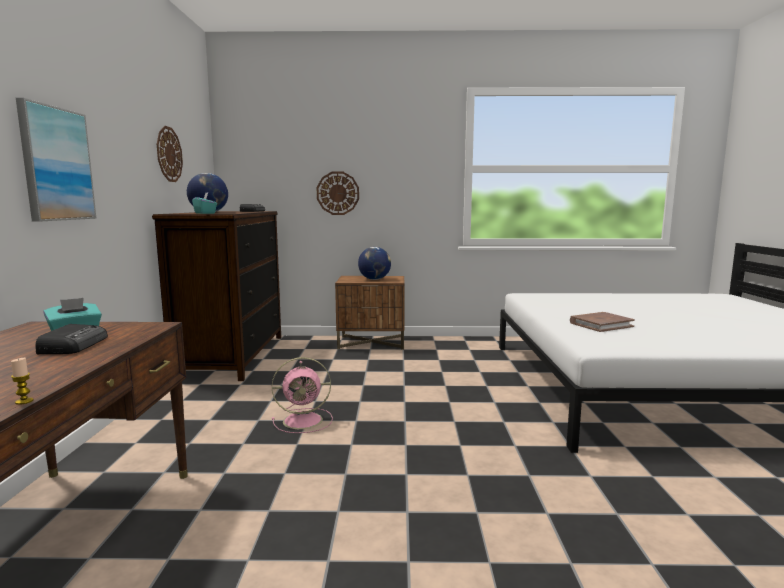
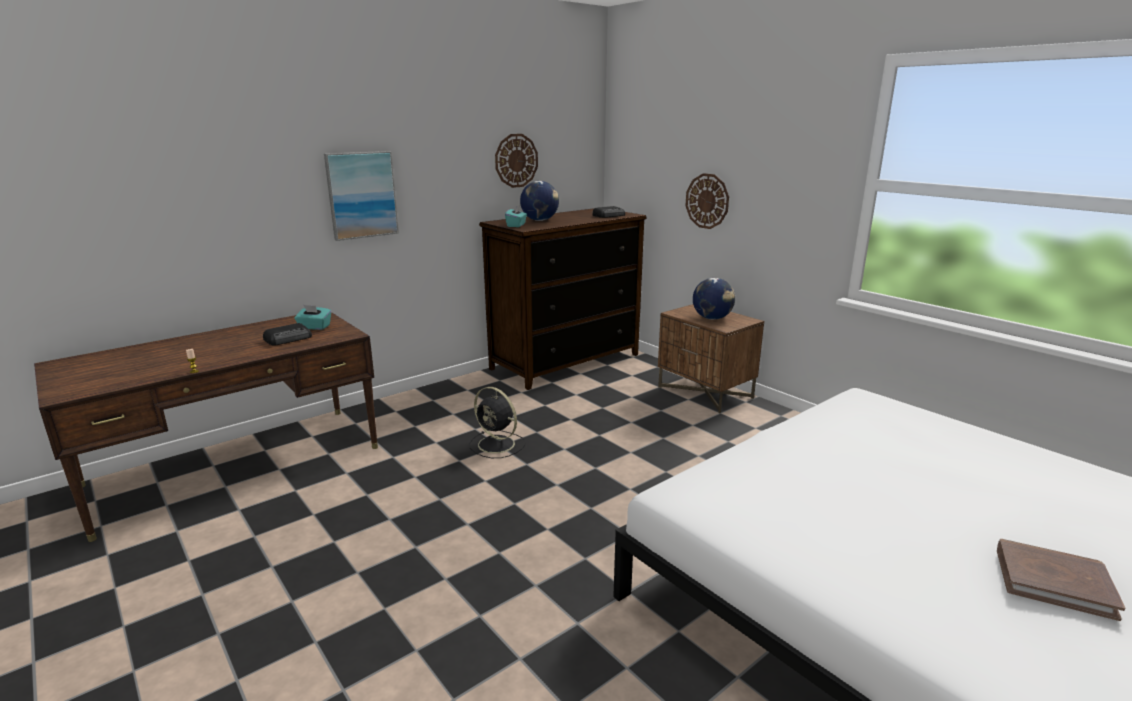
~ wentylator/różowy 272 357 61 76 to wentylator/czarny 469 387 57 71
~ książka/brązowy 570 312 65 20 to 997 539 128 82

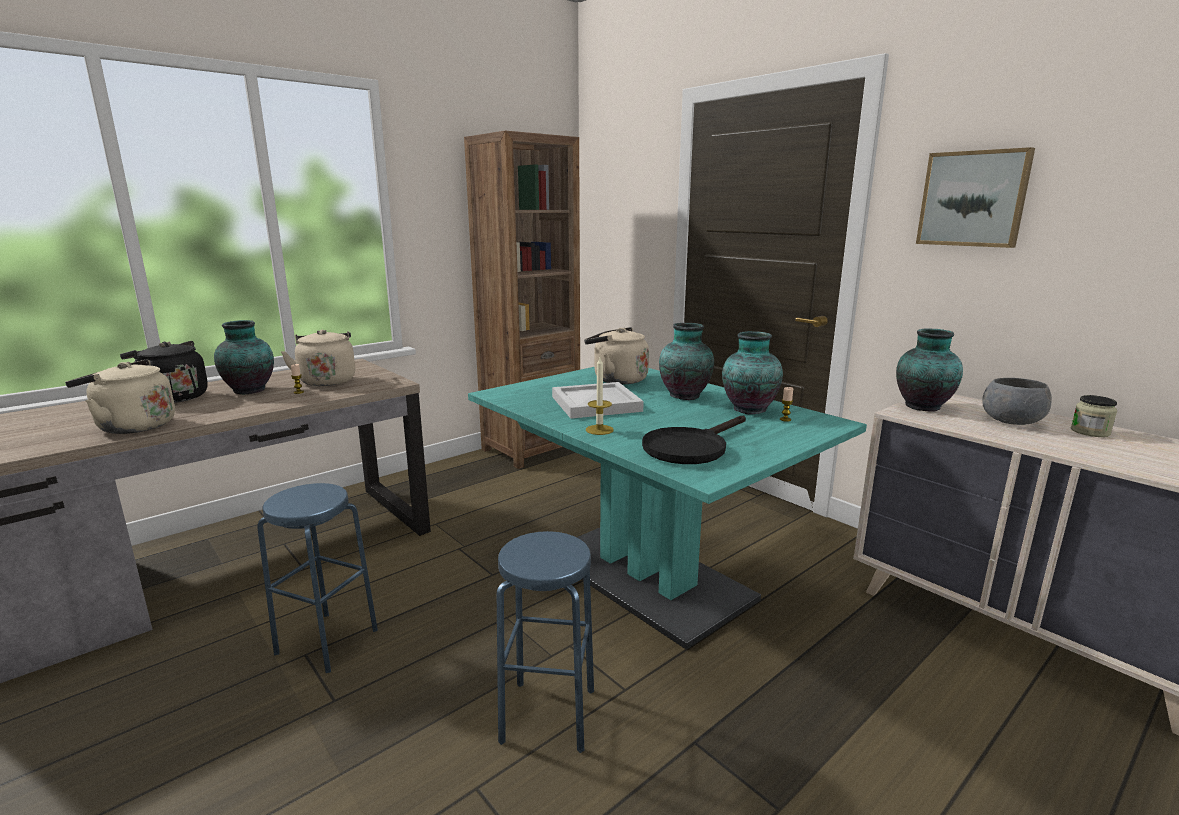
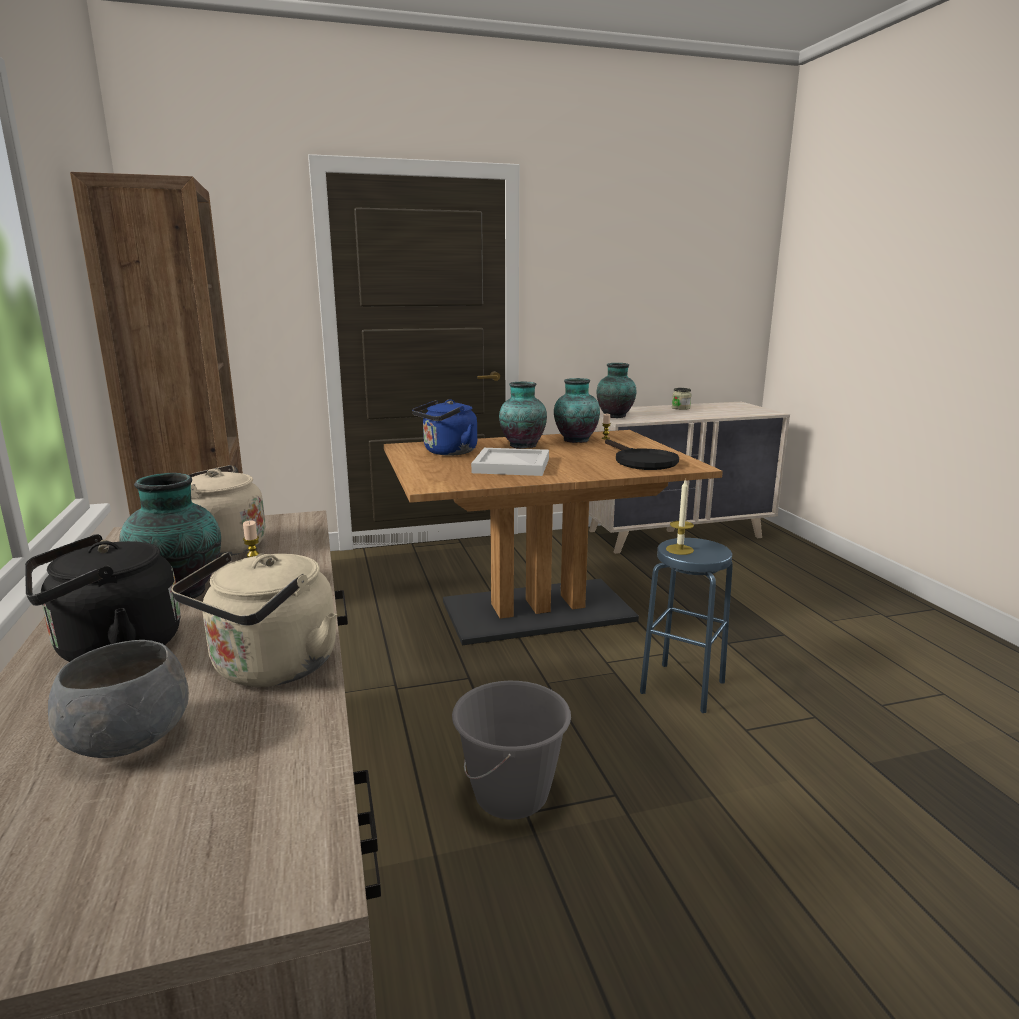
~ stołek/niebieski 257 483 121 190 to wiadro/szary 452 681 119 139
~ stół jadalny/turkusowy 468 367 399 283 to stół jadalny/brązowy 384 430 339 215
~ czajnik/beżowy 584 327 65 58 to czajnik/niebieski 412 399 65 57
~ świeca 586 357 28 78 to 666 479 28 76
- obraz 916 147 119 101
~ miska/szary 982 378 70 47 to 48 640 141 118

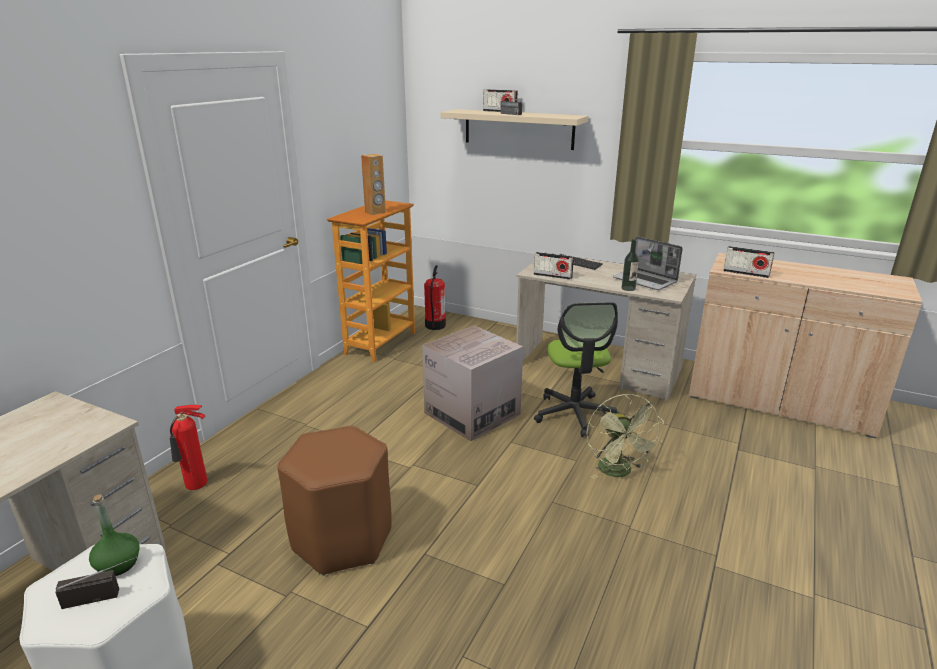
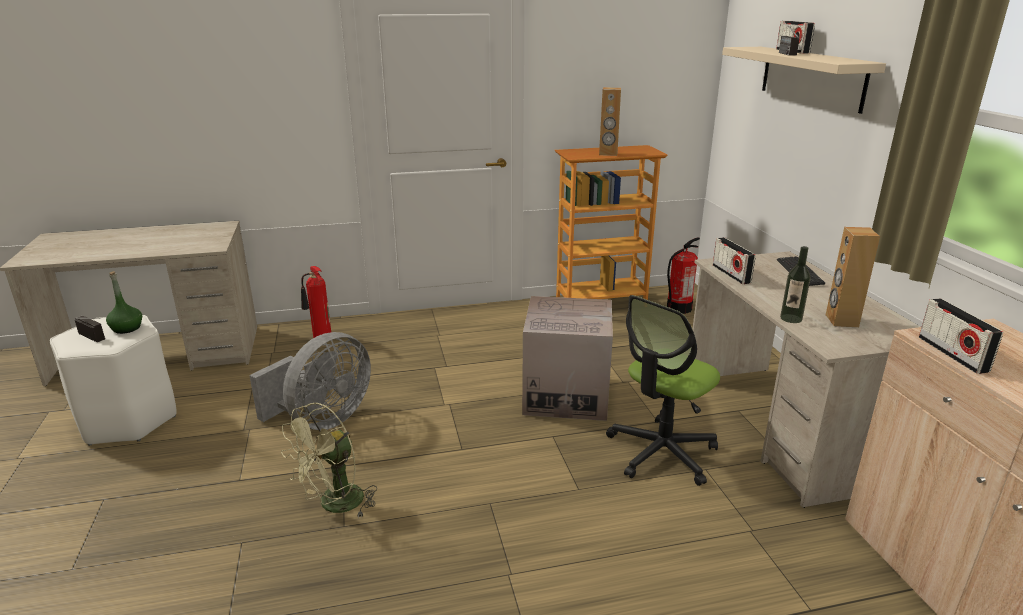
~ stołek/brązowy 277 426 115 150 to wentylator/szary 249 332 122 98
~ wentylator/zielony 586 394 78 85 to 281 403 96 115
~ laptop 613 236 70 54 to głośnik/brązowy 826 227 54 100

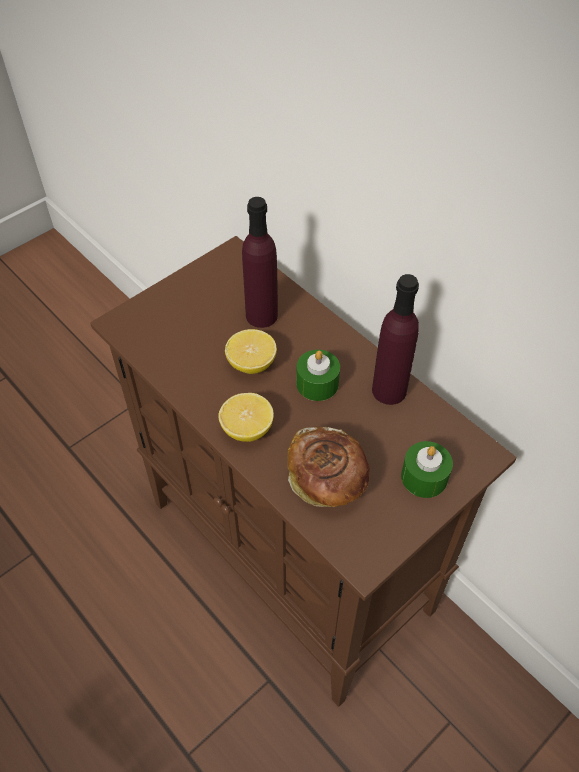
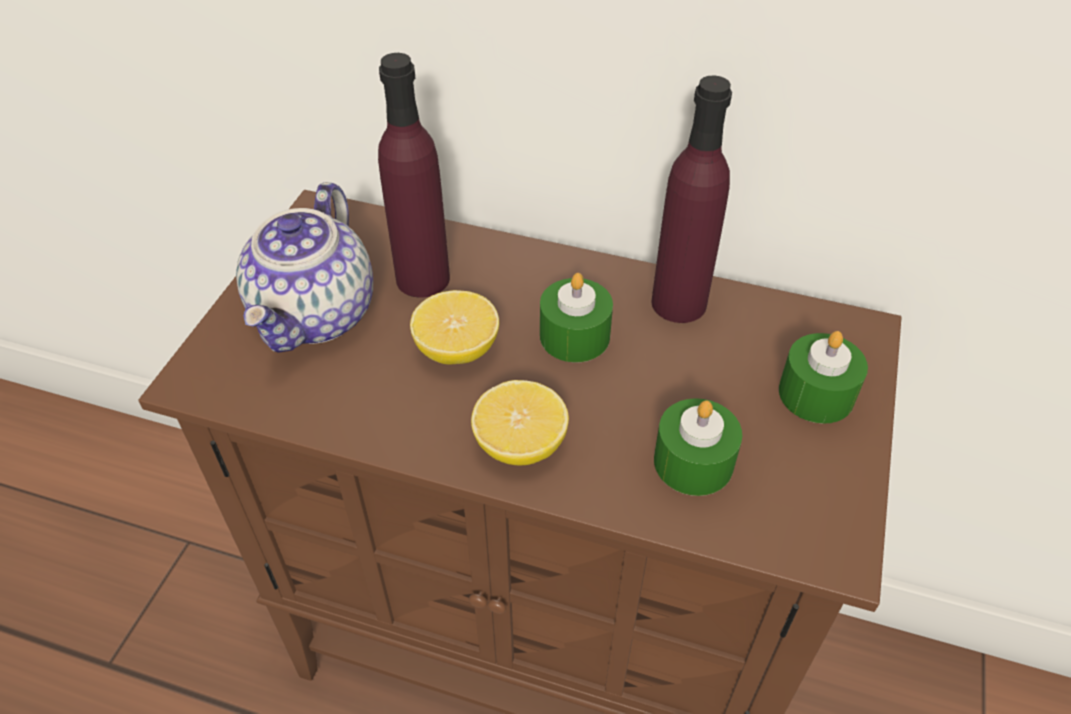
~ chleb 288 427 82 80 to świeca/zielony 654 398 88 98
+ imbryk 236 182 137 171

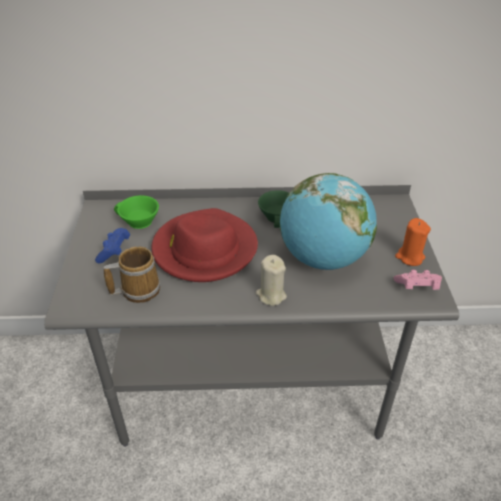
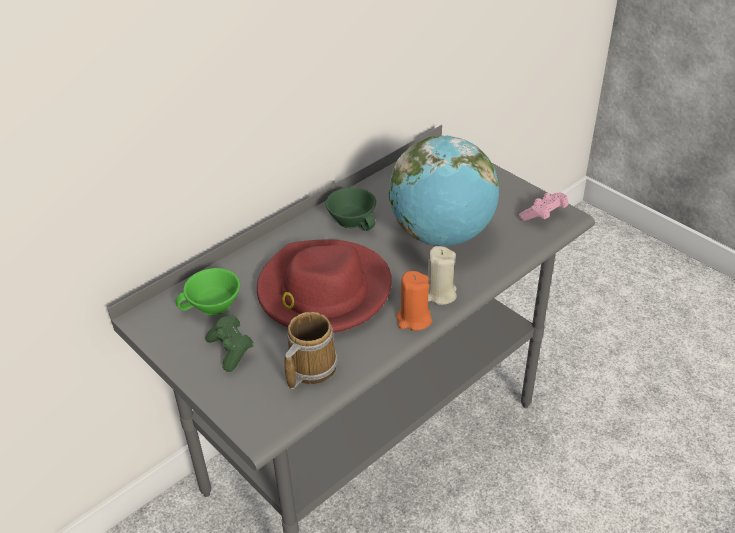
~ pad do gier/niebieski 95 228 35 35 to pad do gier/zielony 205 315 49 57
~ świeca/pomarańczowy 395 218 36 48 to 396 271 36 60

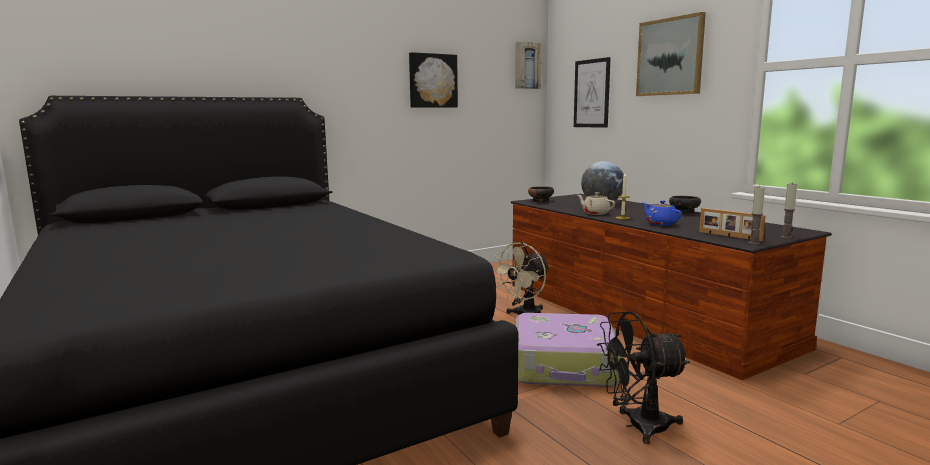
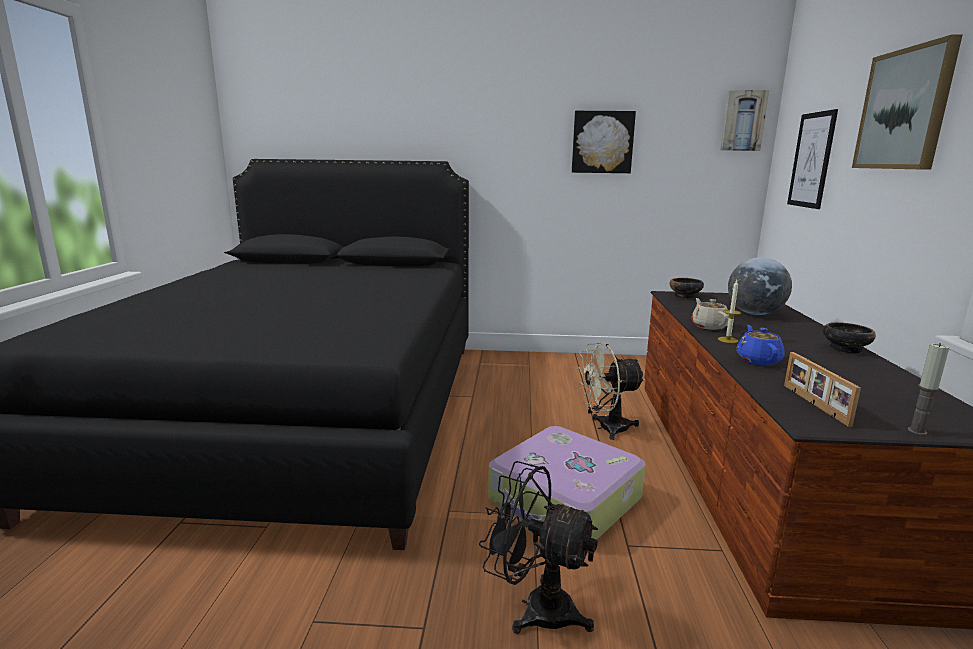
- świeca 749 186 16 58

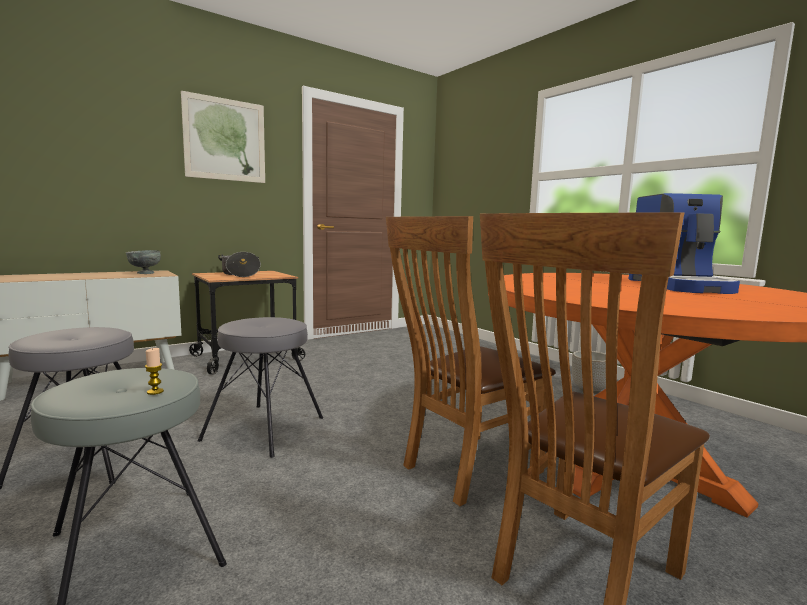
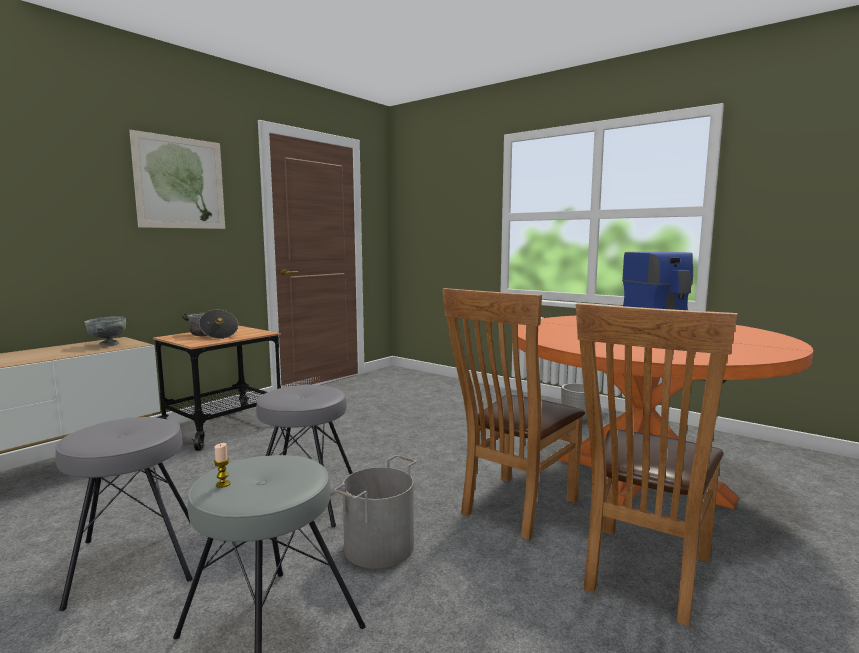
~ świeca 145 348 19 47 to 214 443 17 45
+ wiadro/szary 334 455 83 114

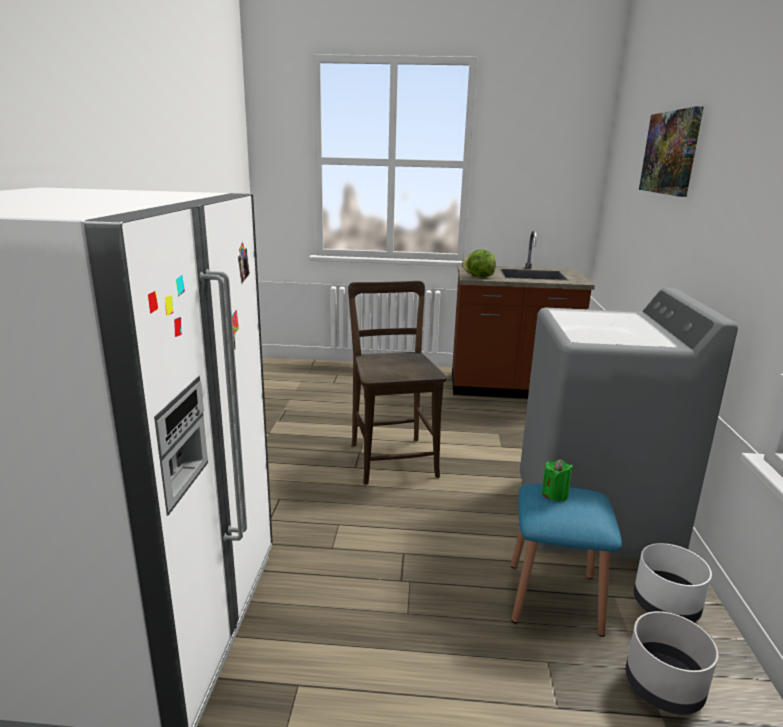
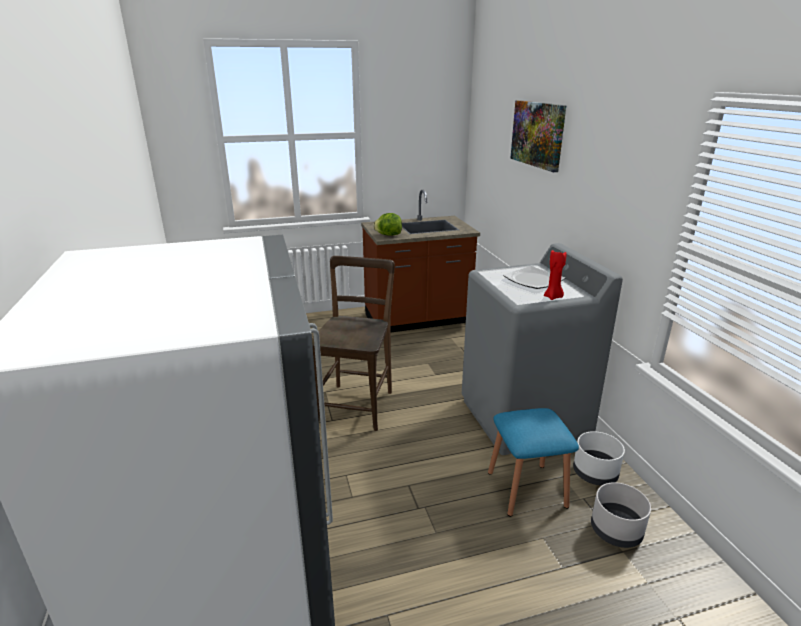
~ krzesło/brązowy 348 281 99 204 = 312 256 83 175 45 degrees clockwise
- świeca/zielony 542 460 31 41
+ talerz 503 266 62 23
+ świeca/czerwony 544 250 23 50

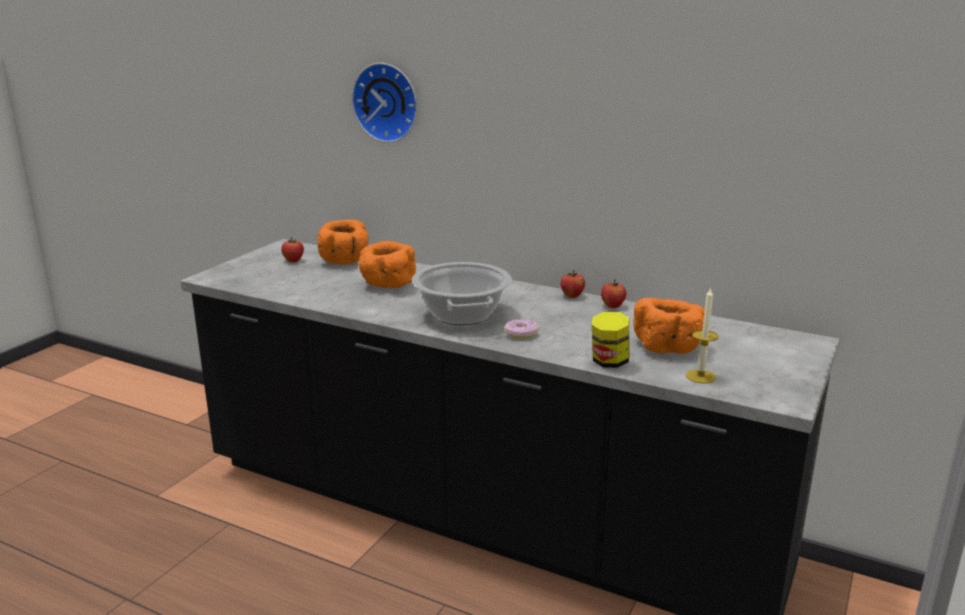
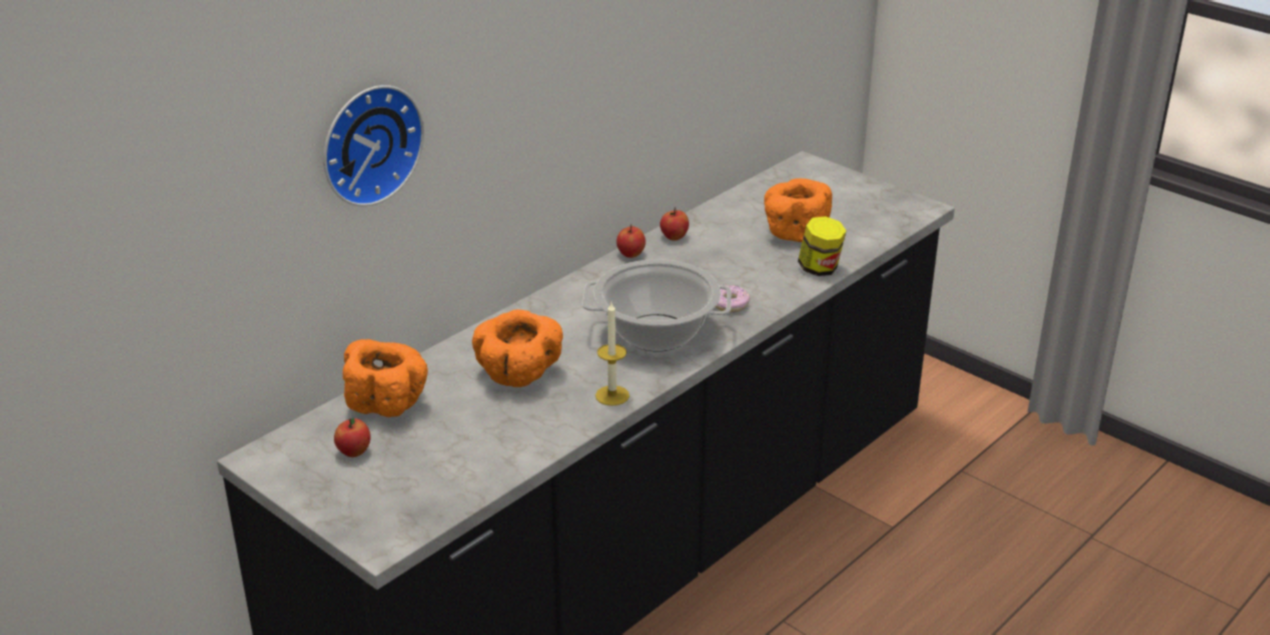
~ świeca 686 287 33 96 to 595 301 34 105

